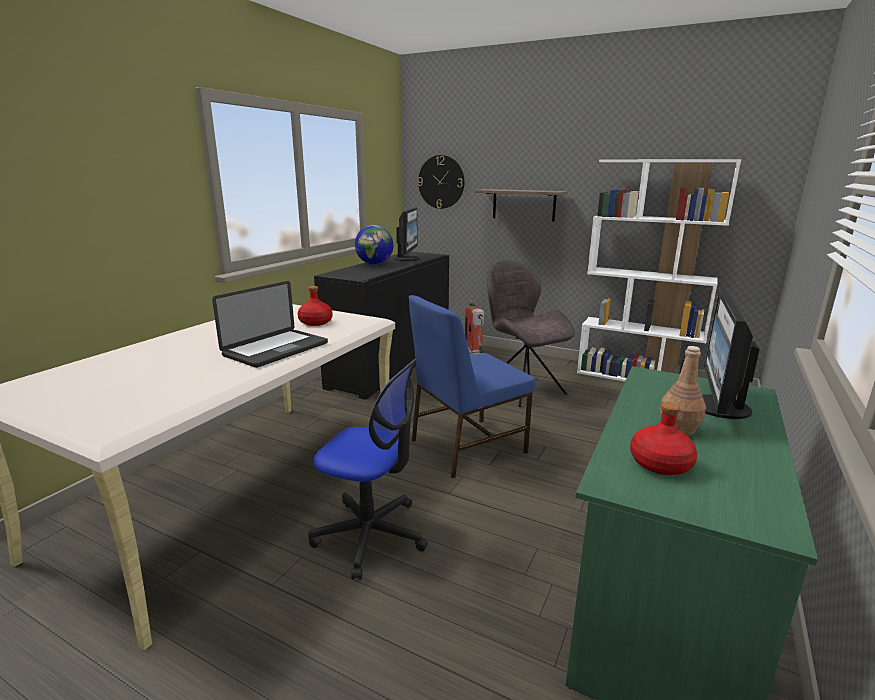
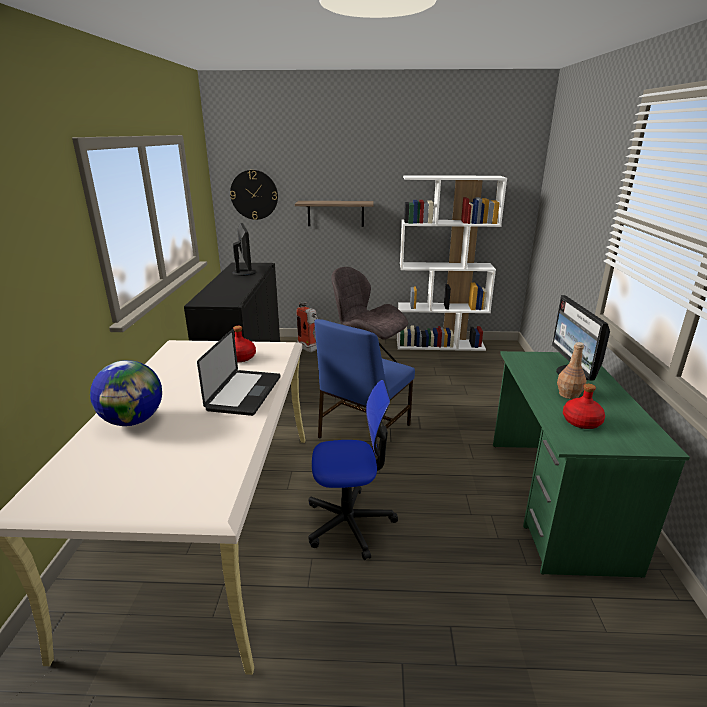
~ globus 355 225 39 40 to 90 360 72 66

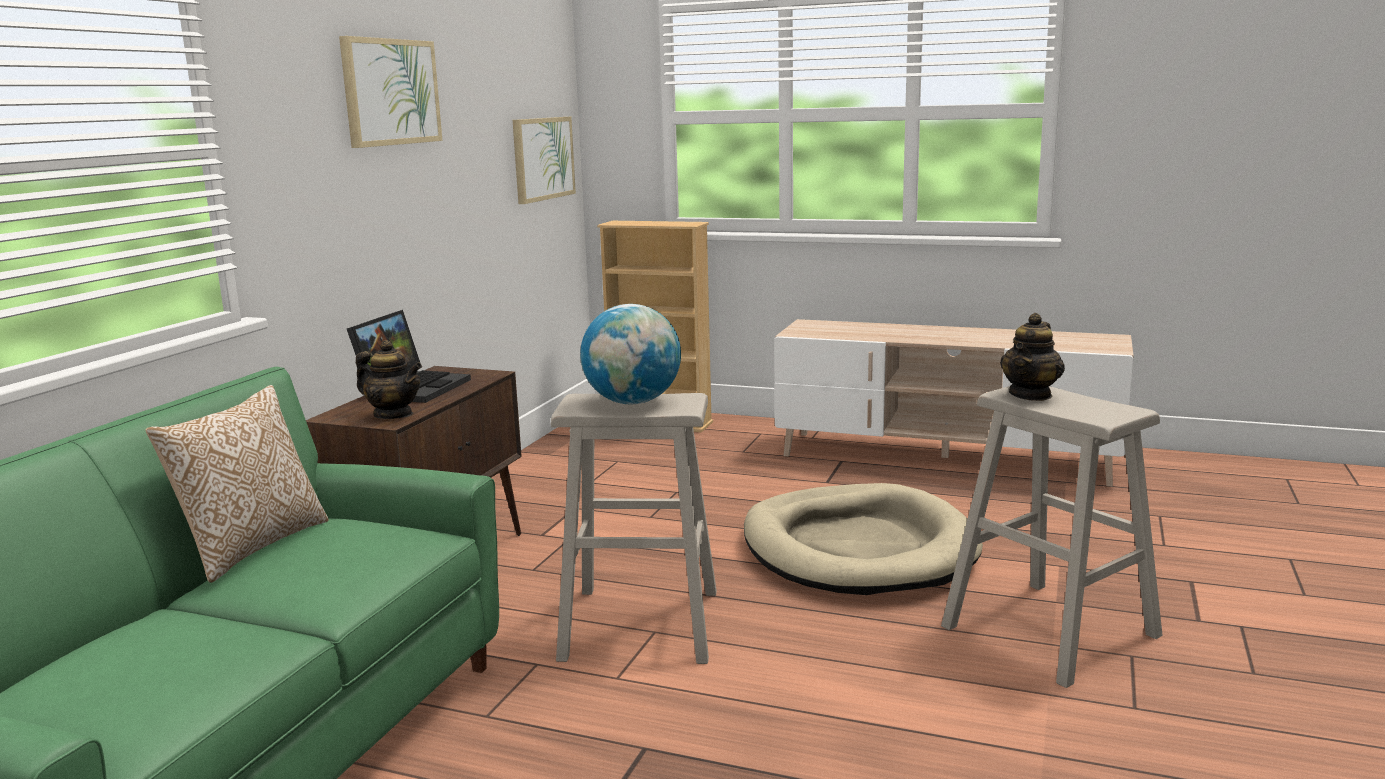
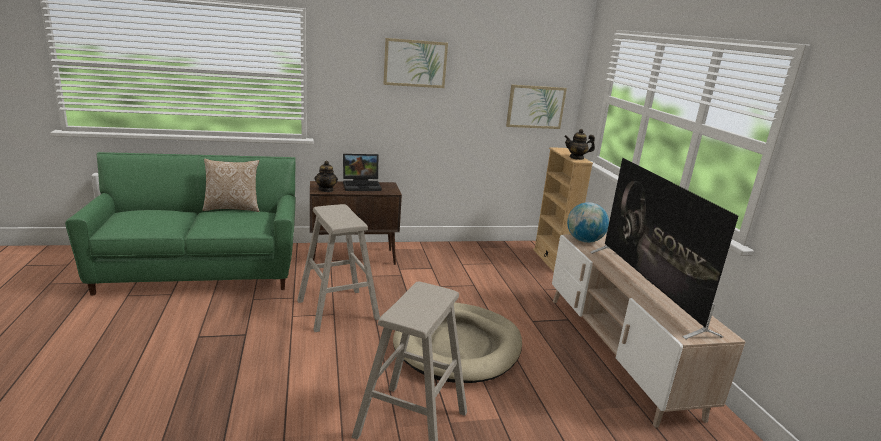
~ globus 580 304 101 100 to 567 202 42 41
~ imbryk 1000 313 65 88 to 564 129 31 31
+ telewizor 591 158 147 181

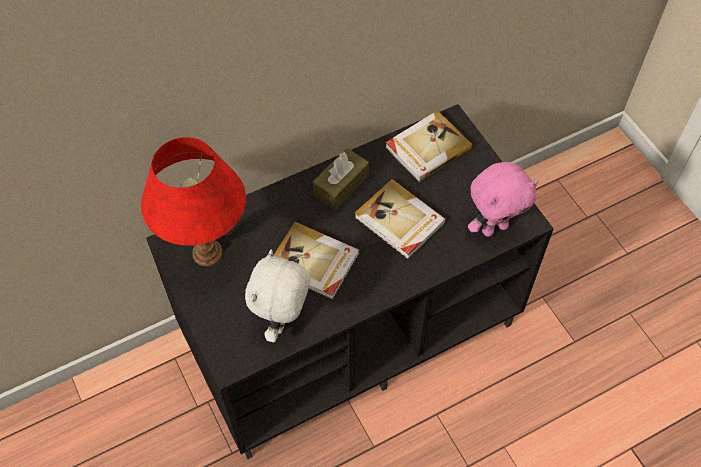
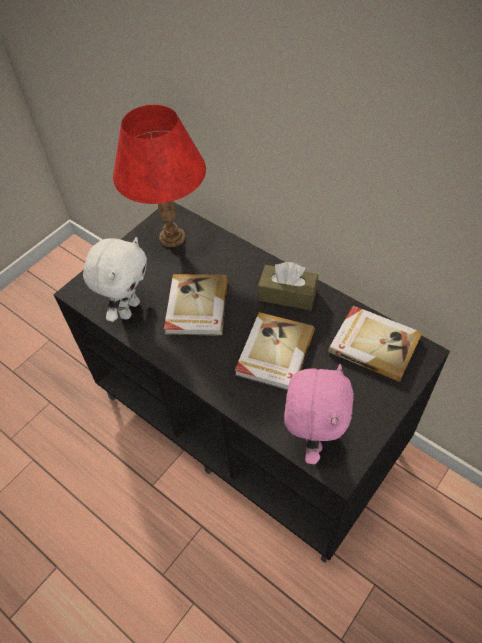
~ pluszak/biały 245 249 65 93 = 83 237 64 85 120 degrees clockwise
~ pluszak/różowy 468 162 71 75 = 284 364 70 100 120 degrees counterclockwise

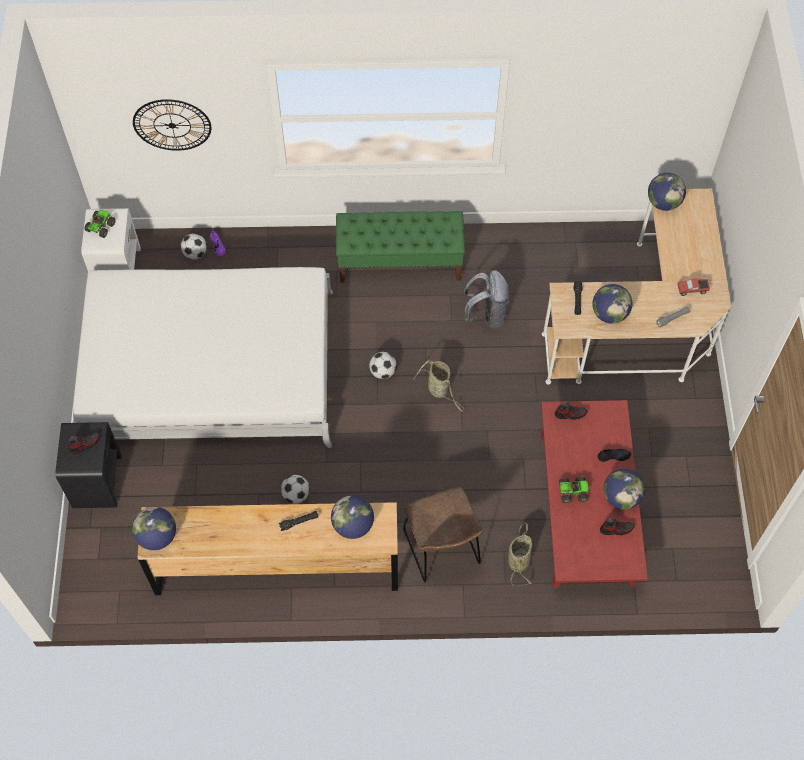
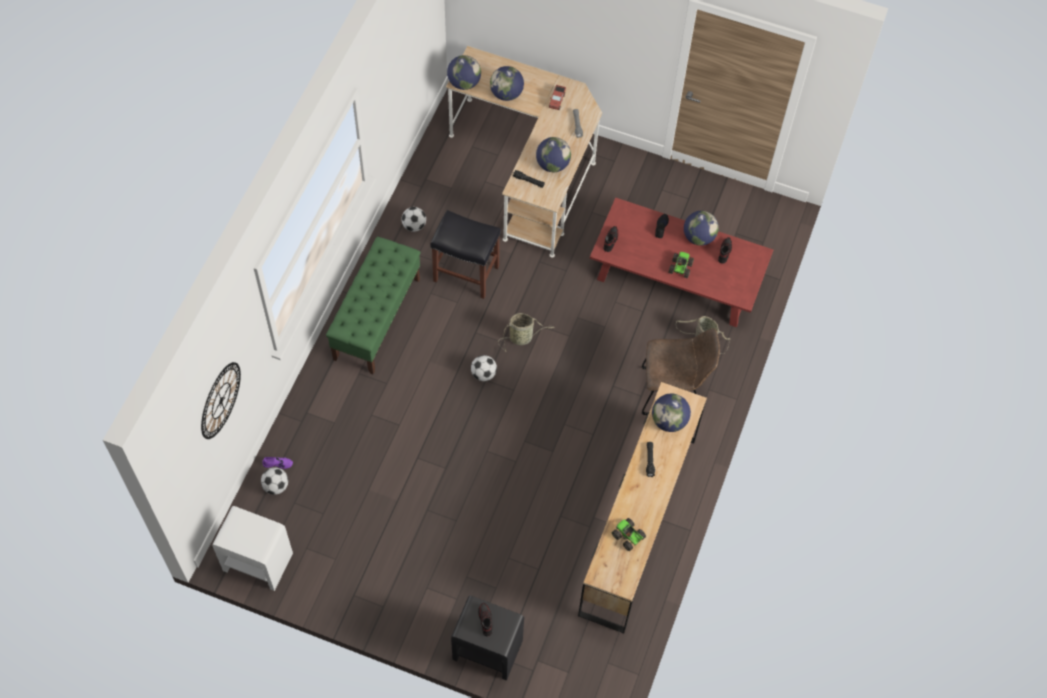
- łóżko/biały 73 267 260 181
~ ciężarówka zabawkowa 84 210 32 28 to 612 518 34 33
~ globus 132 507 44 43 to 490 66 34 35
~ piłka futbolowa 281 475 29 29 to 402 207 24 25
~ plecak/szary 464 270 45 59 to stołek/czarny 430 210 71 89

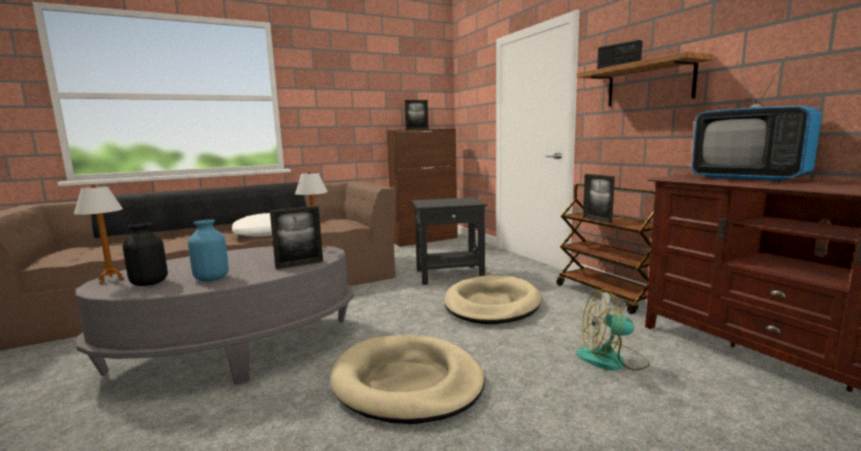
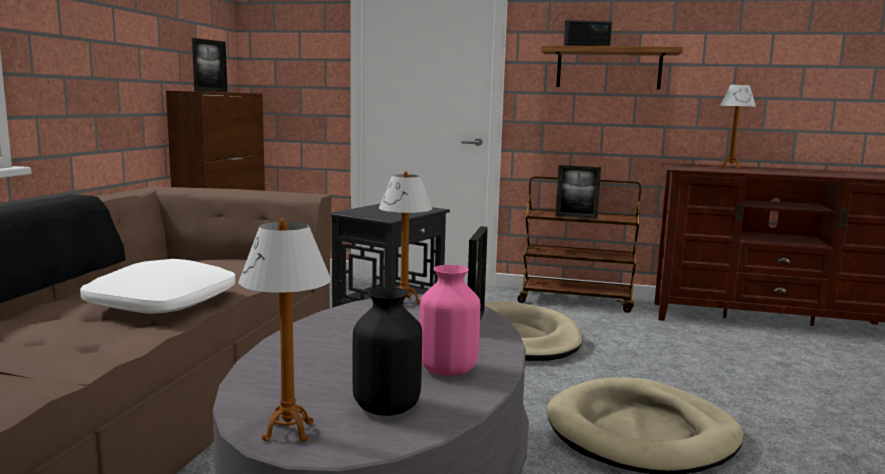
~ wazon/niebieski 188 220 41 61 to wazon/różowy 419 265 61 111
- wentylator 576 289 74 82
~ telewizor 691 56 131 126 to lampa stołowa 720 82 36 87

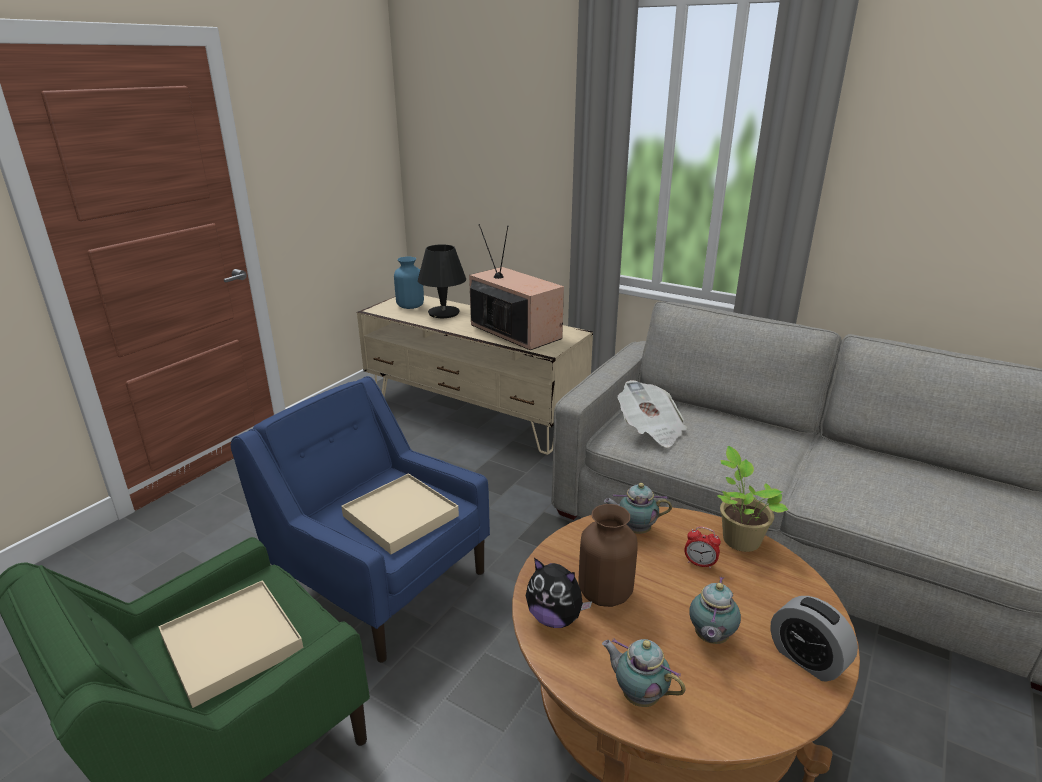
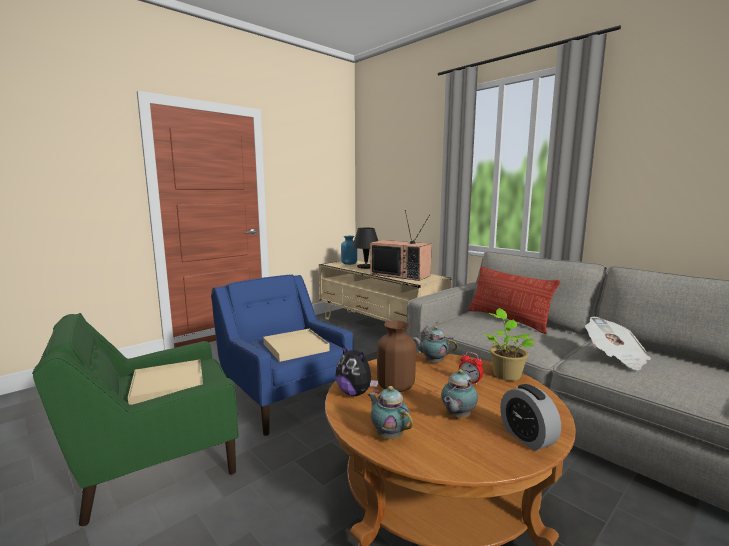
~ telewizor 469 224 95 126 = 370 210 62 71 150 degrees clockwise
~ gazeta 618 380 69 68 to 585 317 66 54
+ poduszka 468 266 92 68

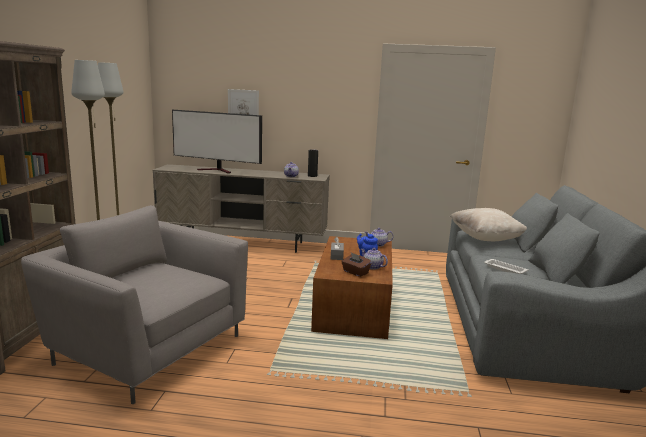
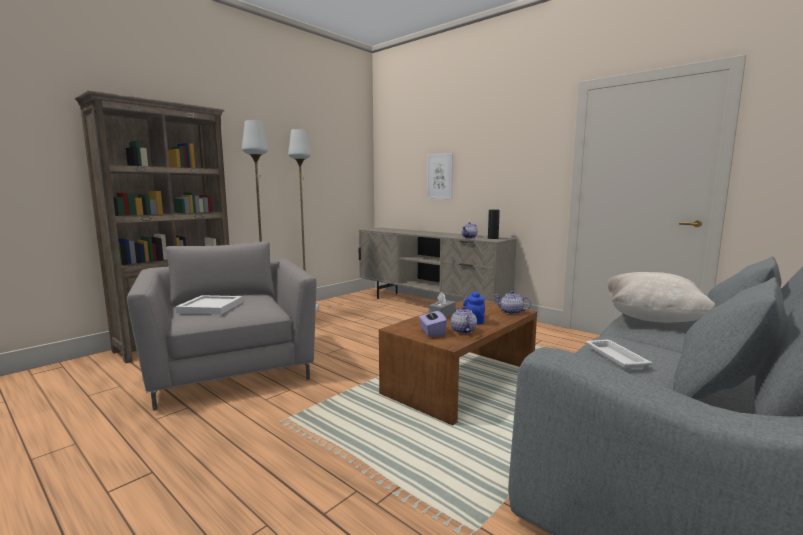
- telewizor 172 110 90 63
~ pudełko chusteczek/brązowy 342 253 30 24 to pudełko chusteczek/fioletowy 419 309 28 28
+ taca/biały 175 295 68 20

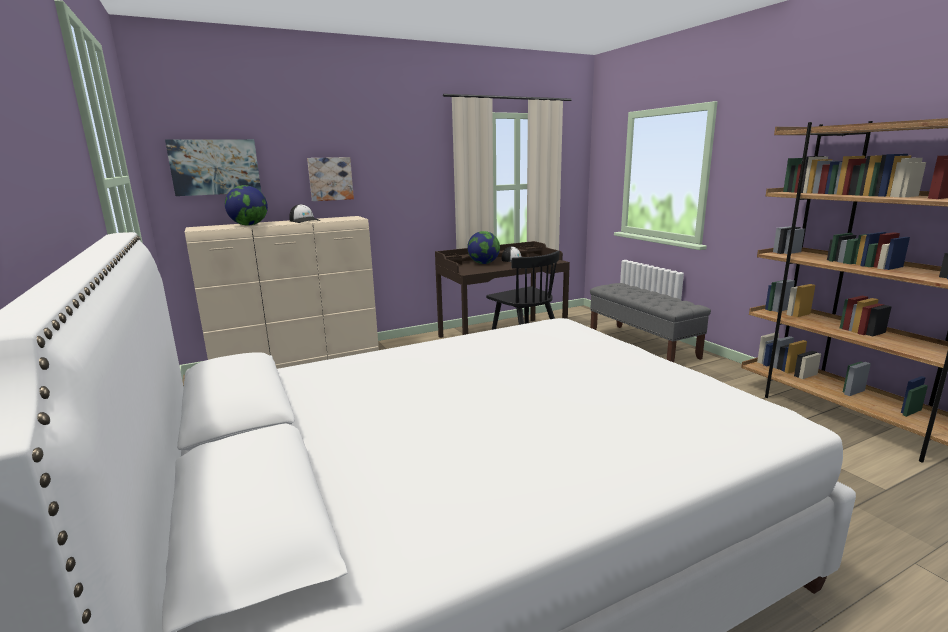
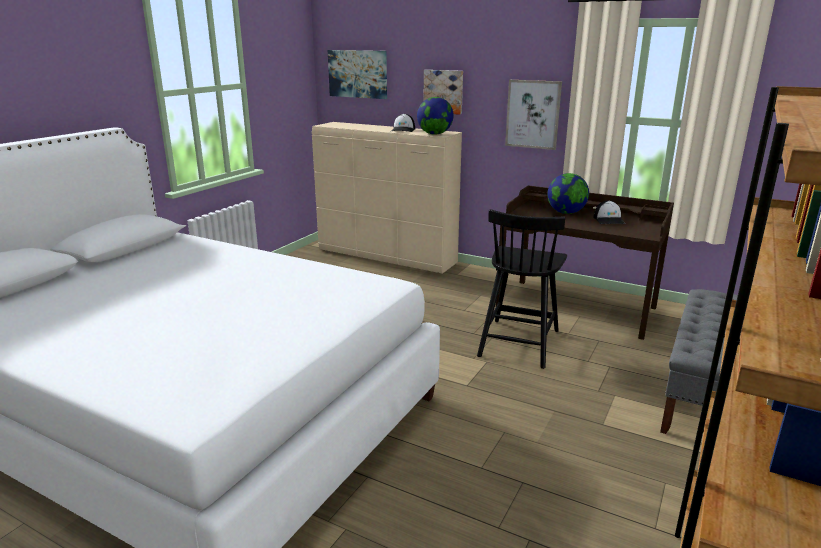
~ globus 225 185 43 41 to 417 97 37 38
+ obraz 505 80 57 70

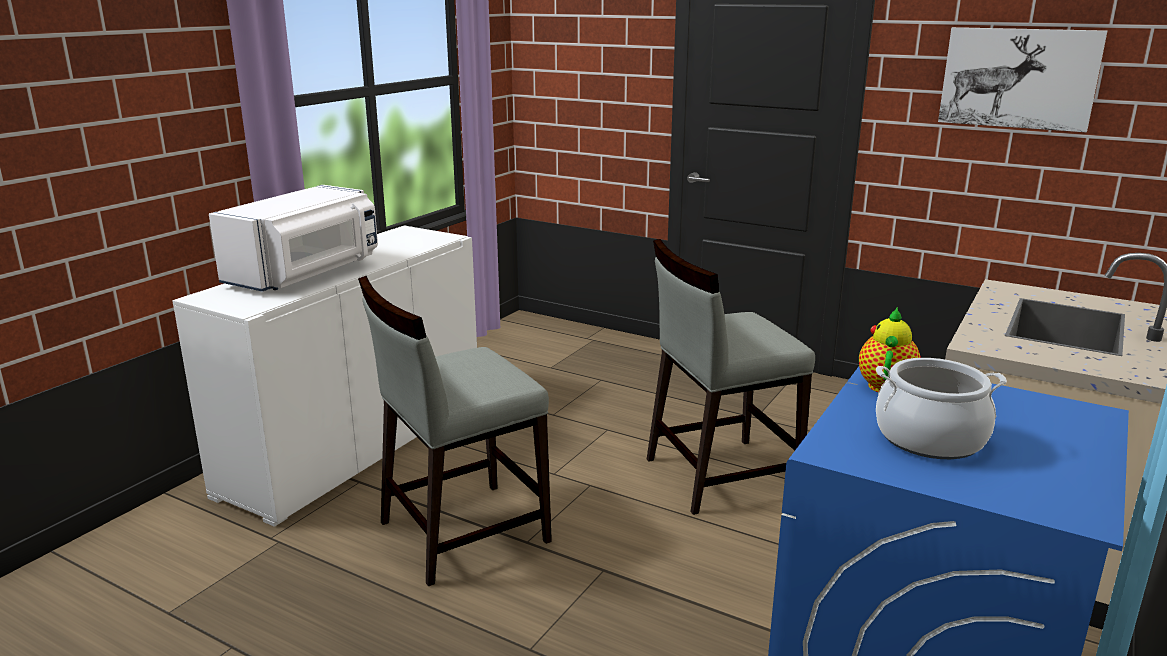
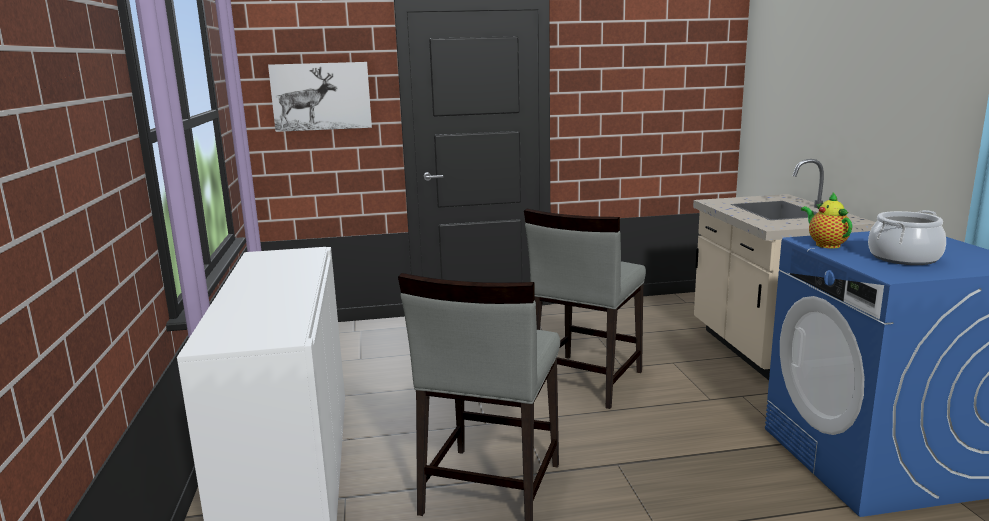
- mikrofalówka/biały 209 185 169 107
~ obraz 938 27 169 105 to 268 62 104 70

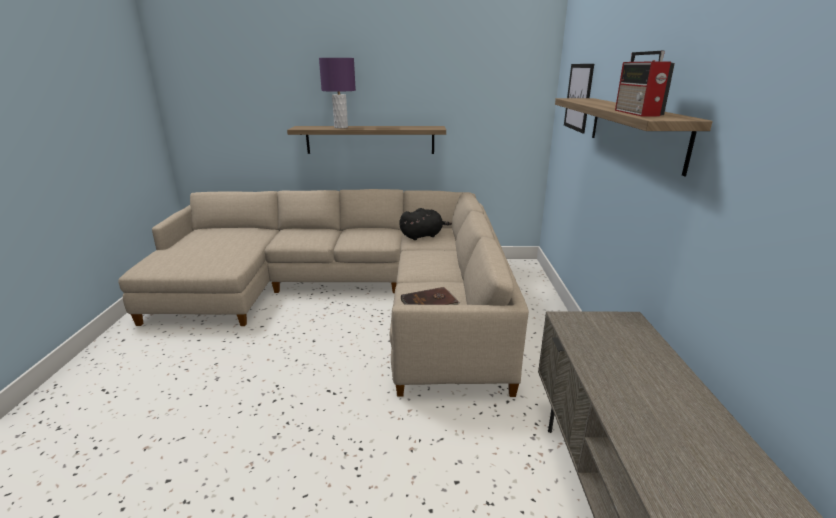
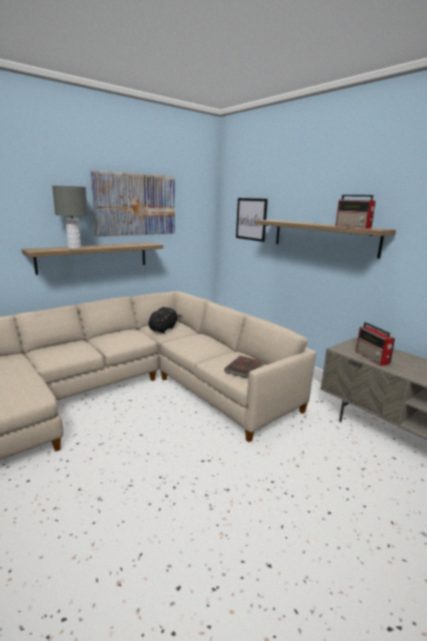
~ lampa stołowa/fioletowy 319 58 37 70 to lampa stołowa/szary 52 186 36 63
+ obraz 91 170 84 67
+ radio 356 322 39 44

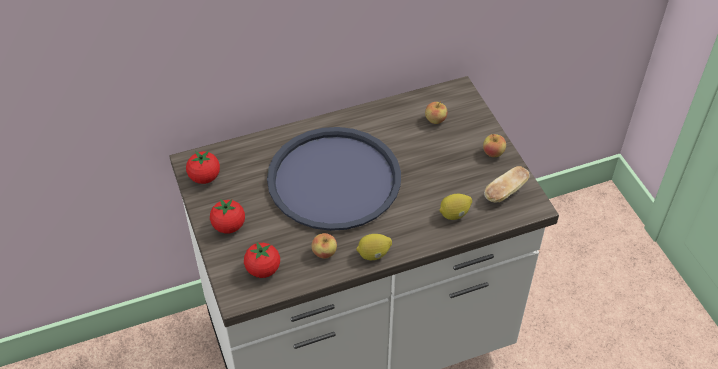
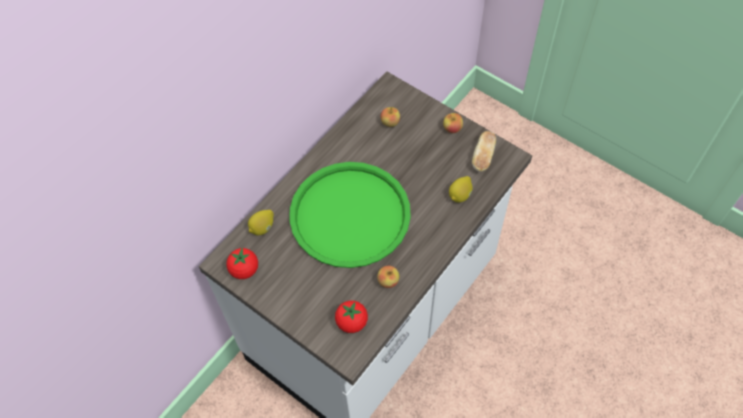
- pomidor 210 199 35 35
~ taca/niebieski 267 127 134 104 to taca/zielony 289 162 122 106
~ cytryna 356 234 36 26 to 248 210 26 26

